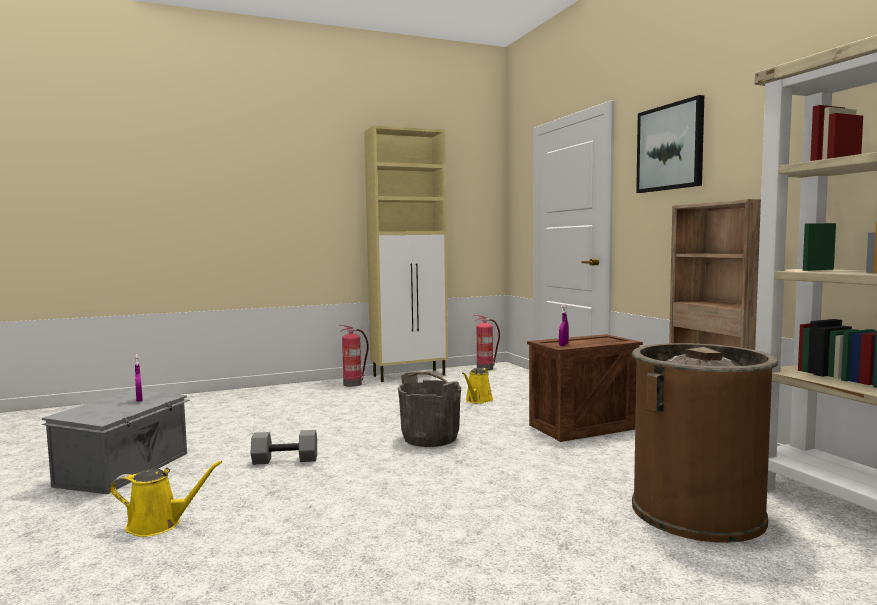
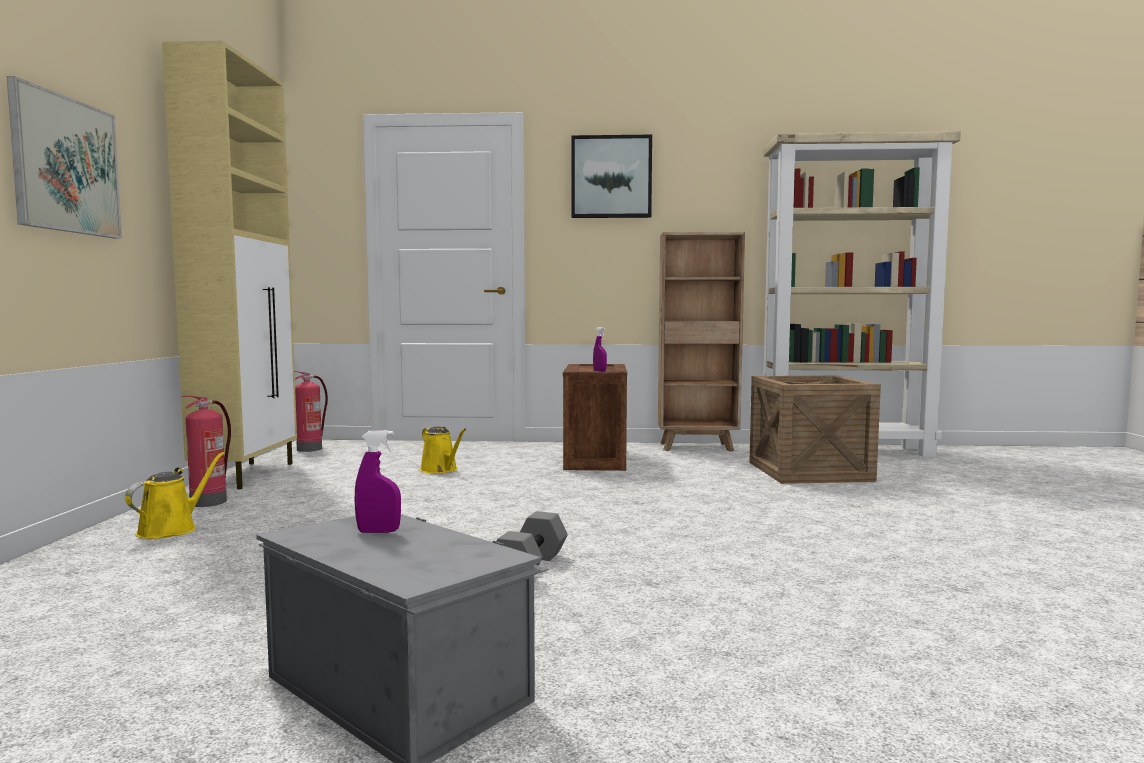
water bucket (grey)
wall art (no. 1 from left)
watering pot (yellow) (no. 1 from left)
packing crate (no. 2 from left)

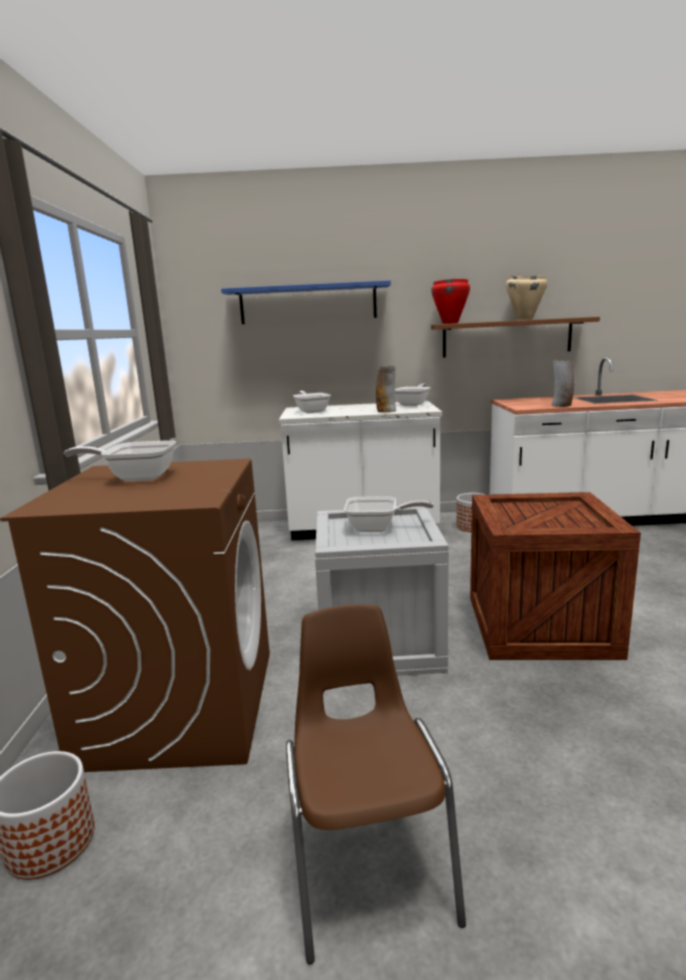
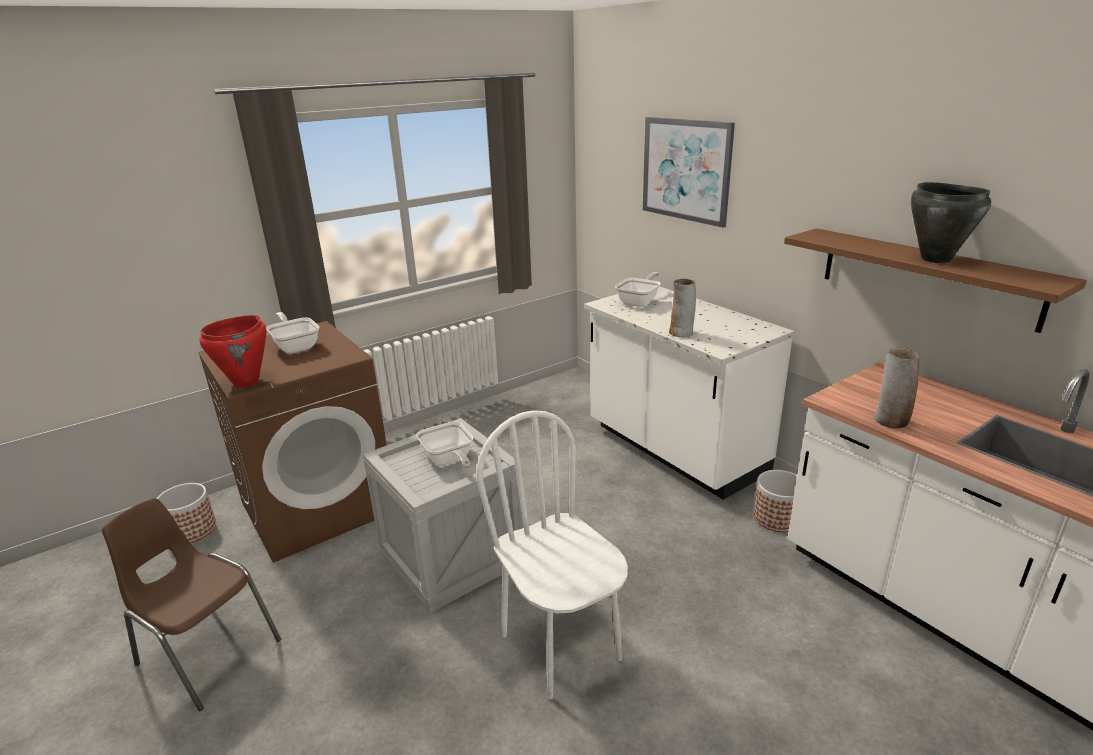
skillet (no. 4 from left in the first image)
saucepot (reddish)
wall art
chair (whitish)
saucepot (black-coloured)
chair (brown-coloured)

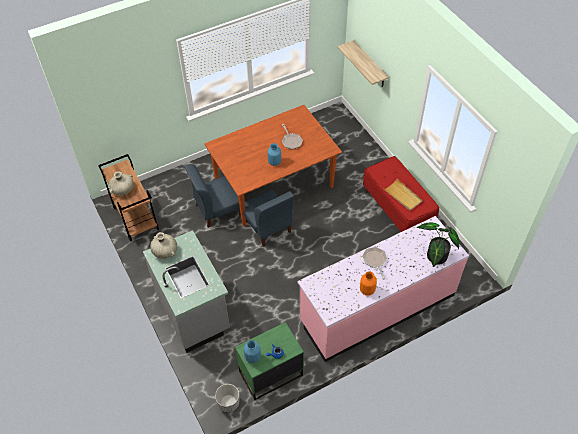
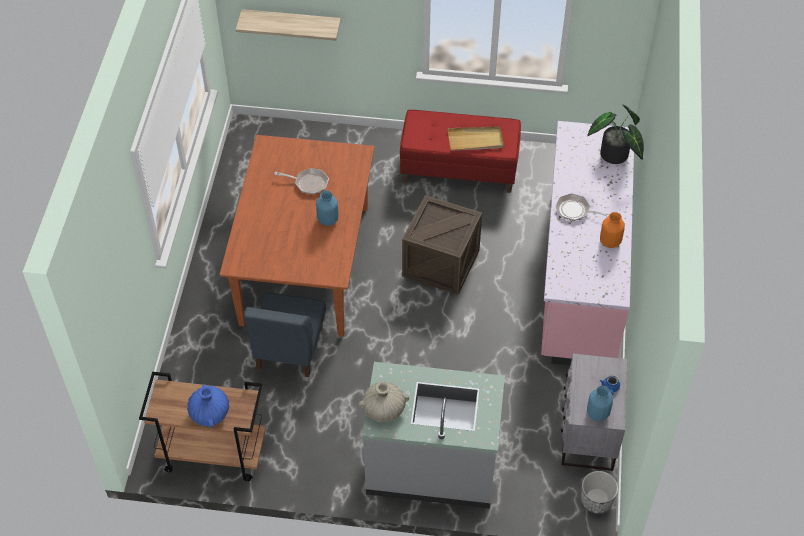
chair (blue) (no. 2 from left in the first image)
packing crate
vase (blue) (no. 1 from left)
night table (grey)

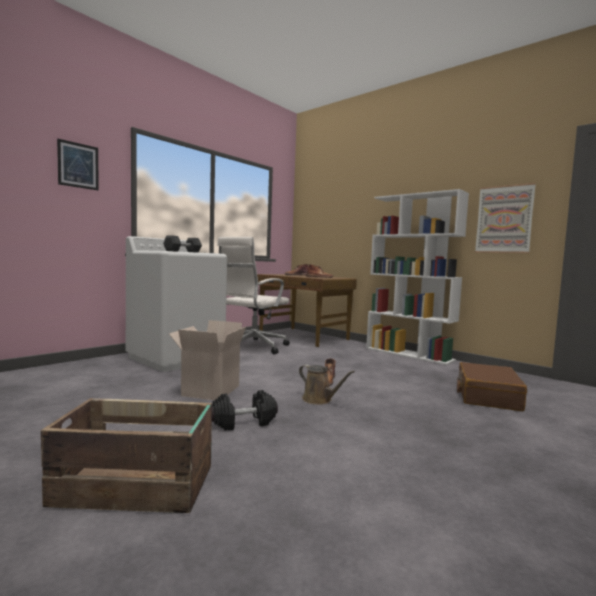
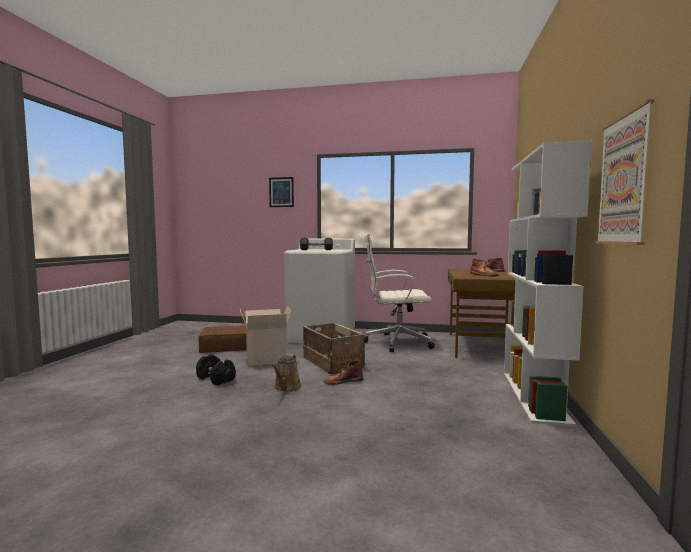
packing crate
piece of luggage (brown-coloured)

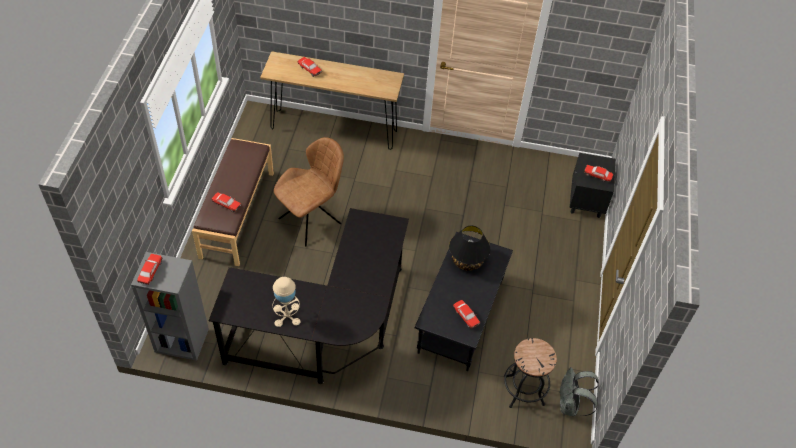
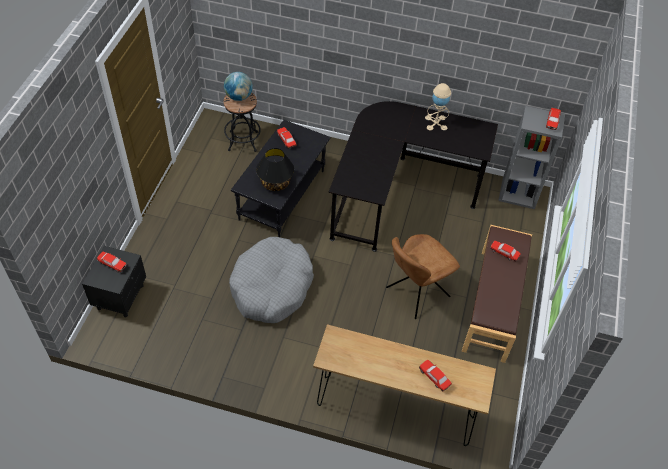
backpack (grey)
desk globe
dog cushion (grey)

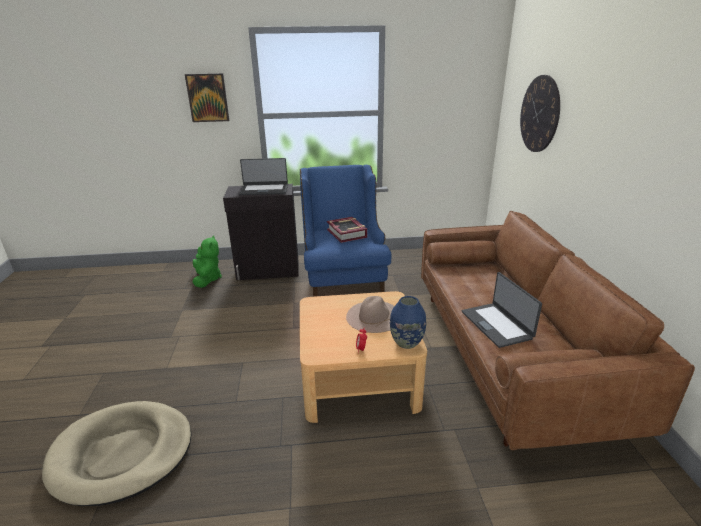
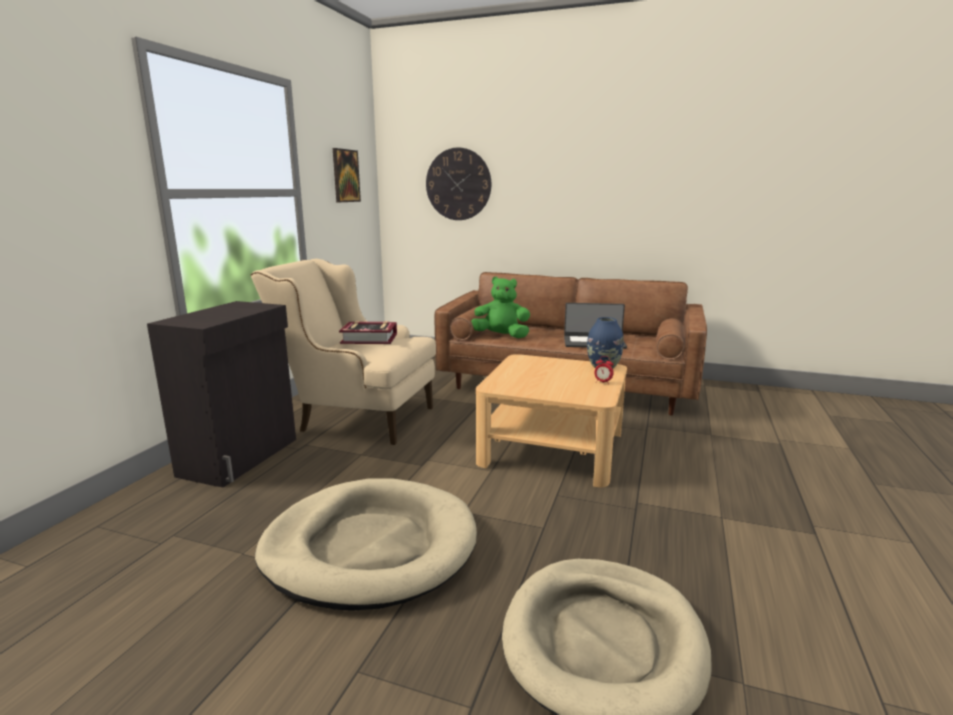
notebook computer (no. 1 from left in the first image)
wearable hat (beige-coloured)
dog cushion (beige-coloured) (no. 1 from left)
wall art
cuddly toy (green)
easy chair (beige-coloured)

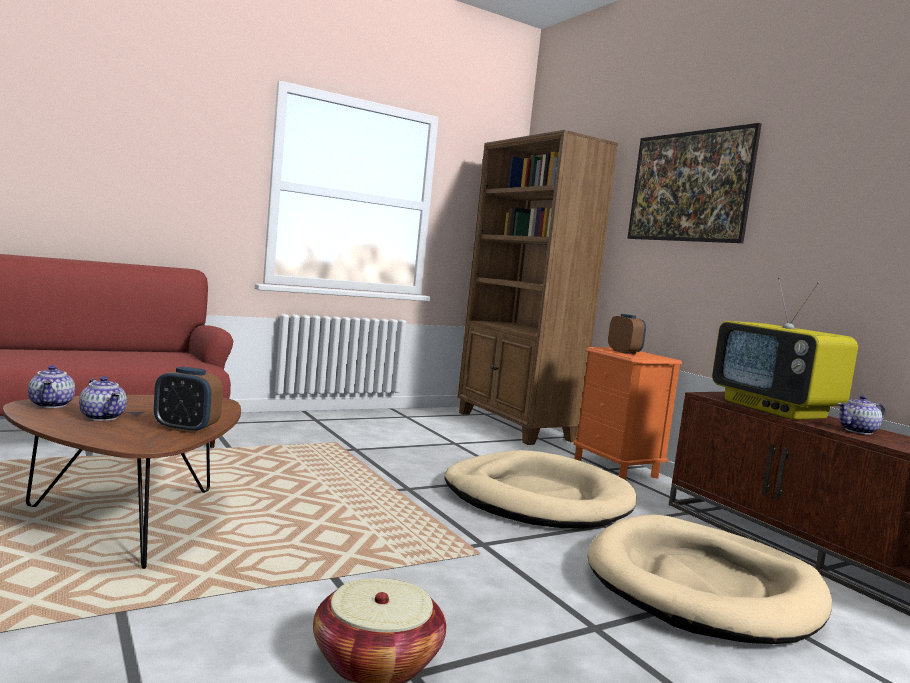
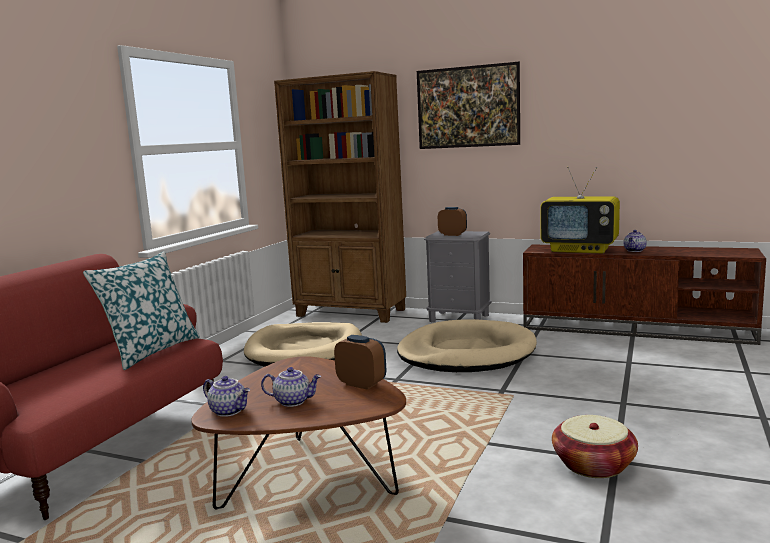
pillow
dog cushion (beige-coloured) (no. 1 from left)
night table (grey)
bedside clock (no. 1 from left)

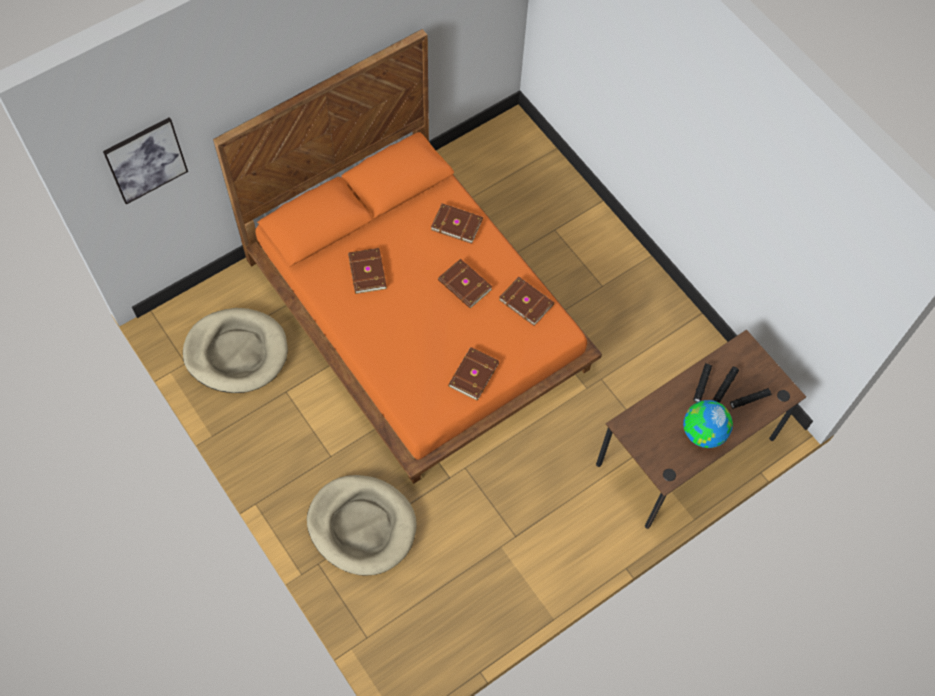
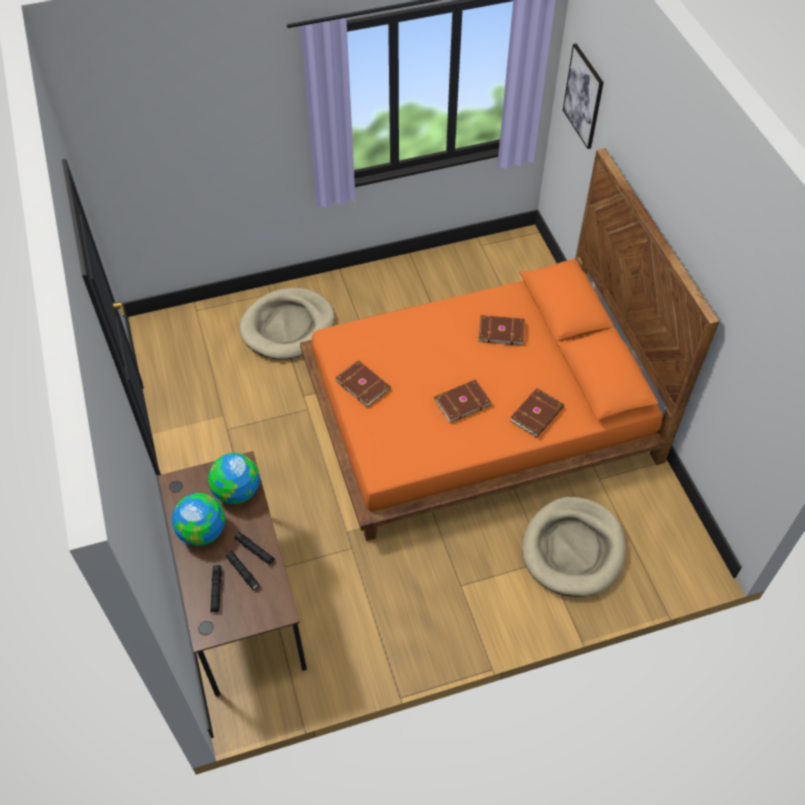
volume (brown-coloured) (no. 5 from left in the first image)
desk globe (no. 2 from left)
dog cushion (beige-coloured) (no. 2 from left)

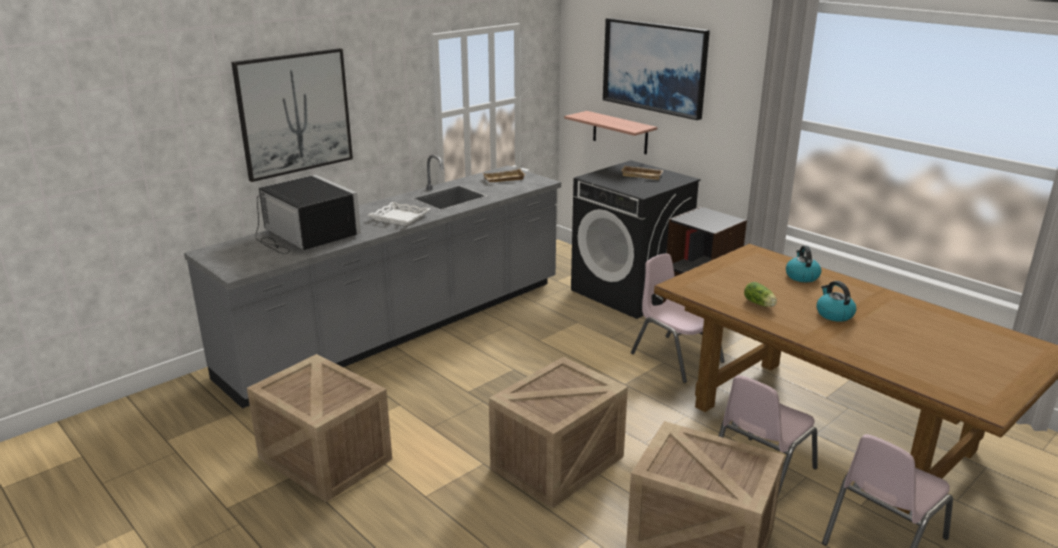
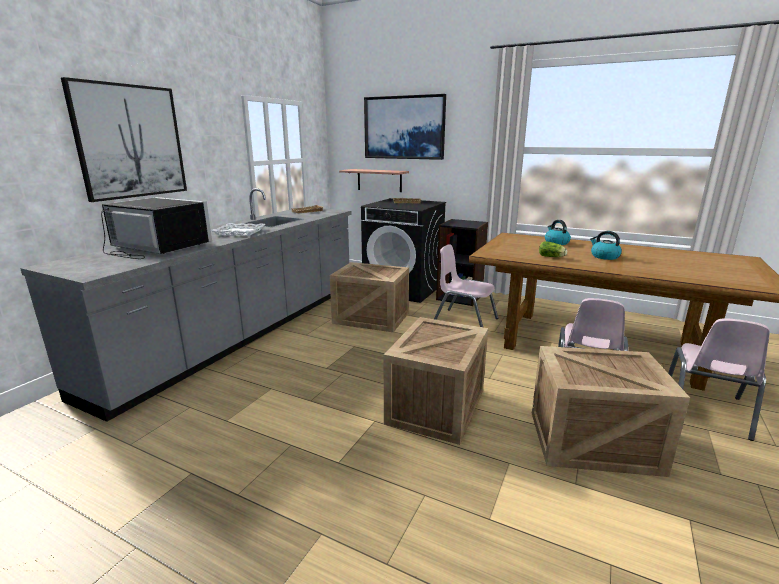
packing crate (no. 1 from left)

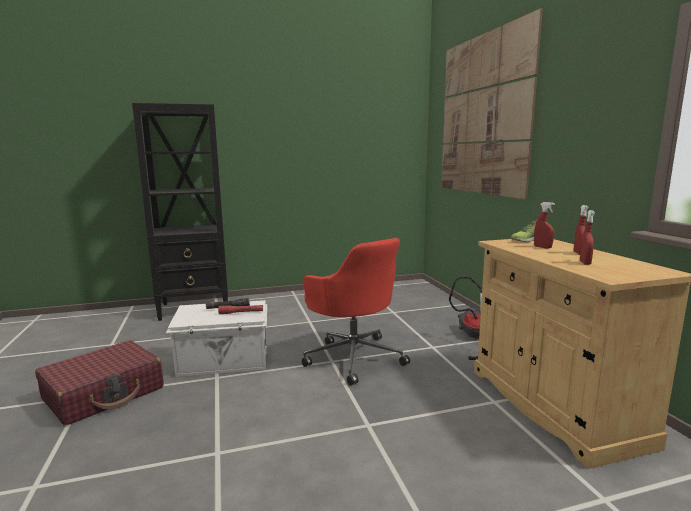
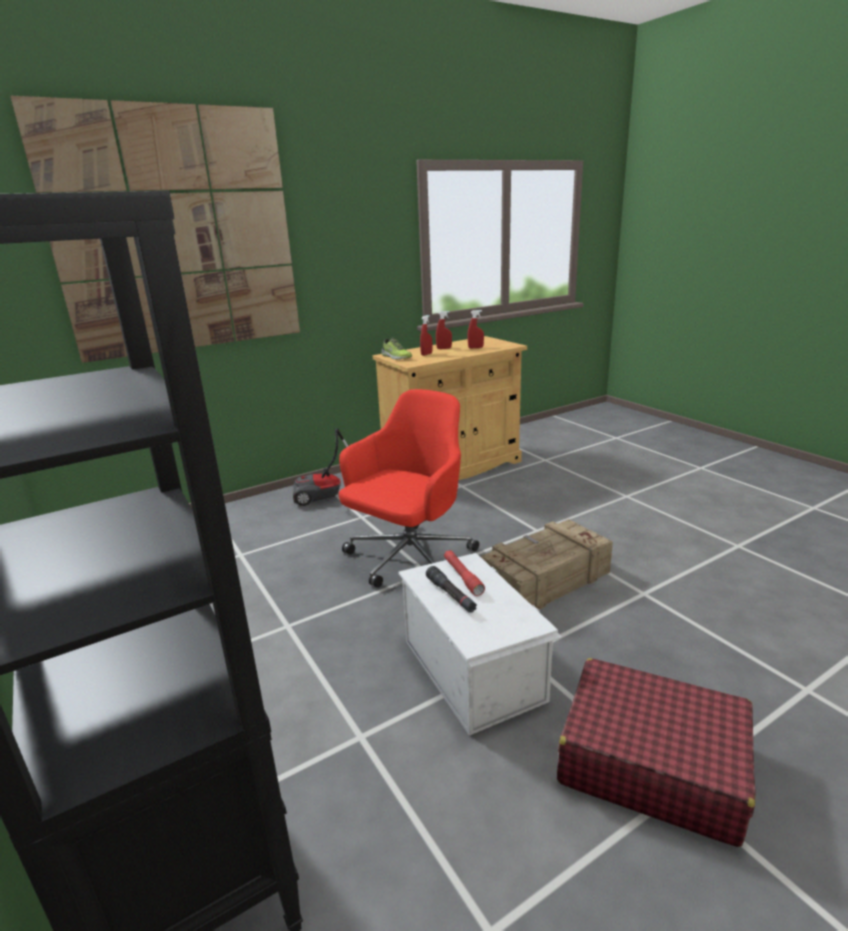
packing crate

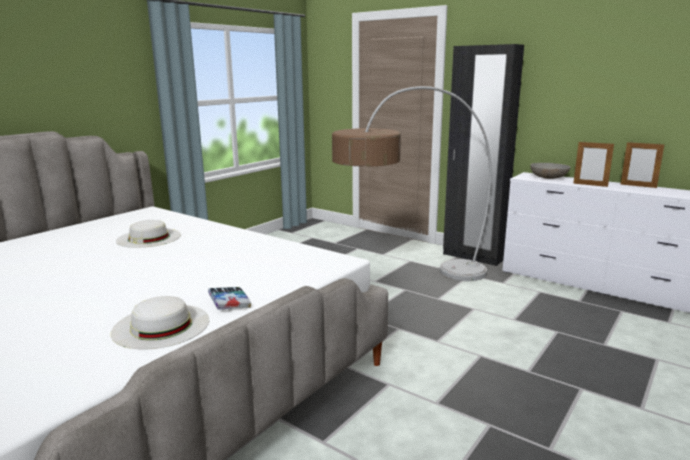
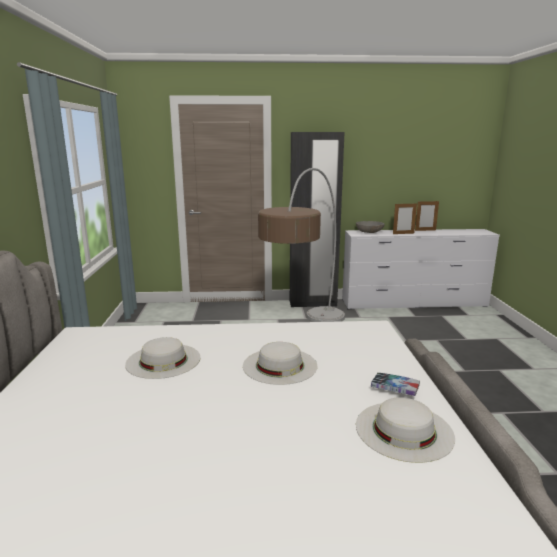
wearable hat (whitish) (no. 2 from left)

